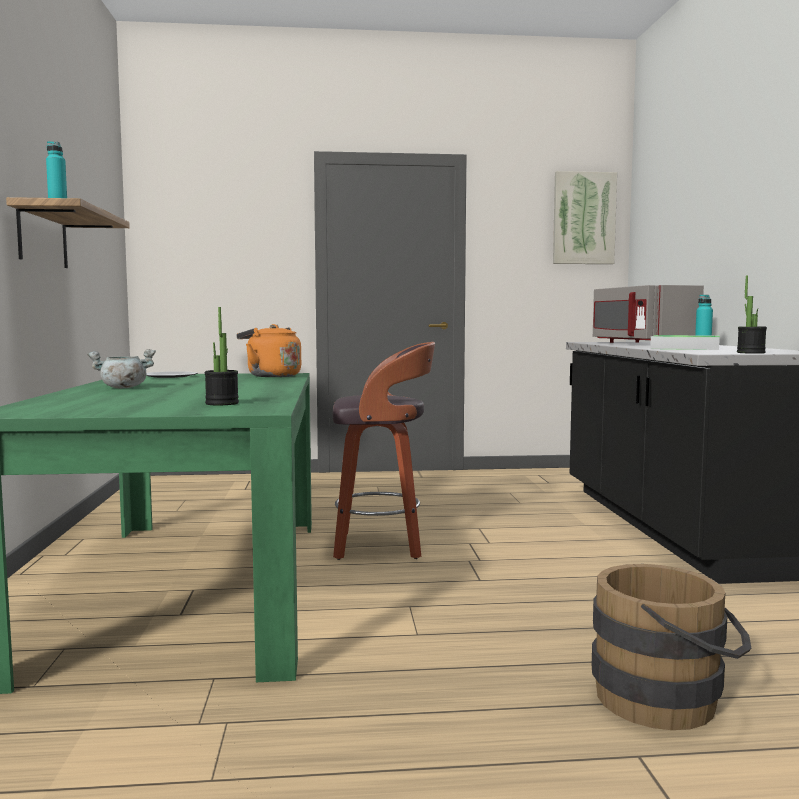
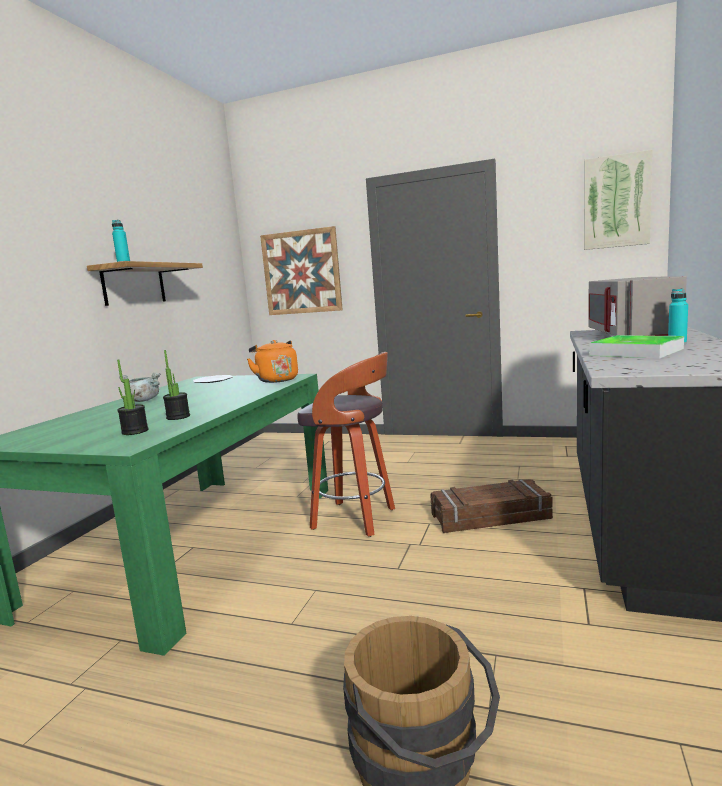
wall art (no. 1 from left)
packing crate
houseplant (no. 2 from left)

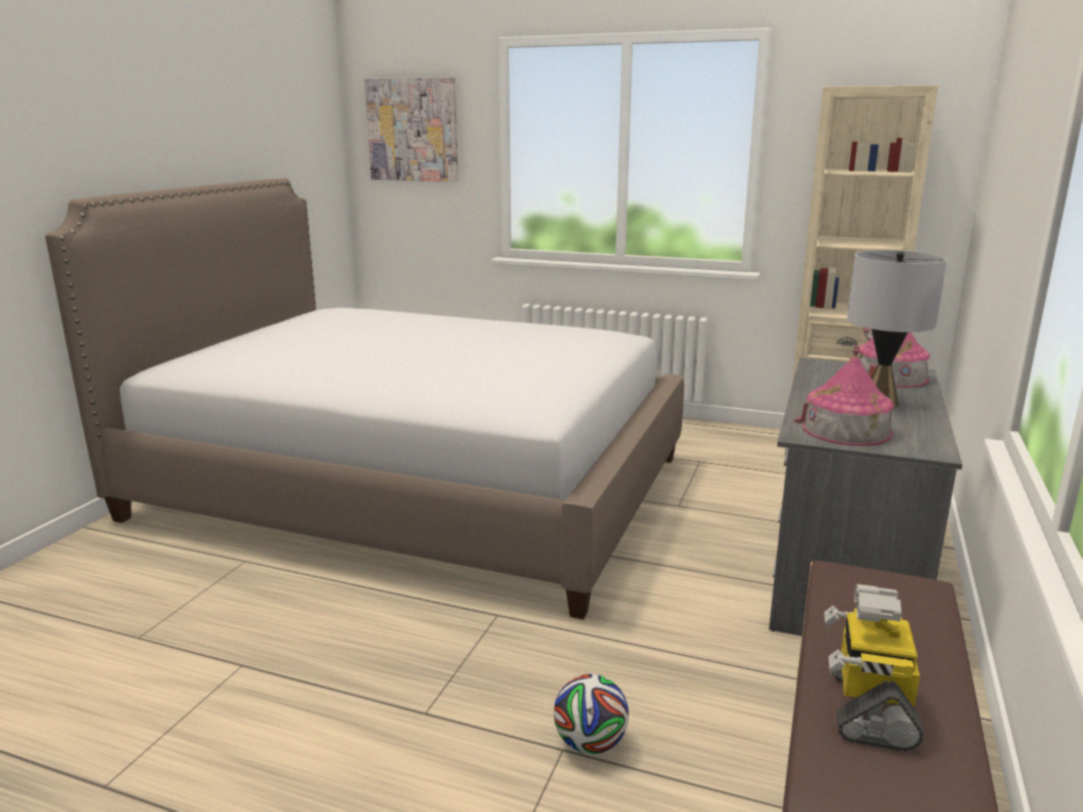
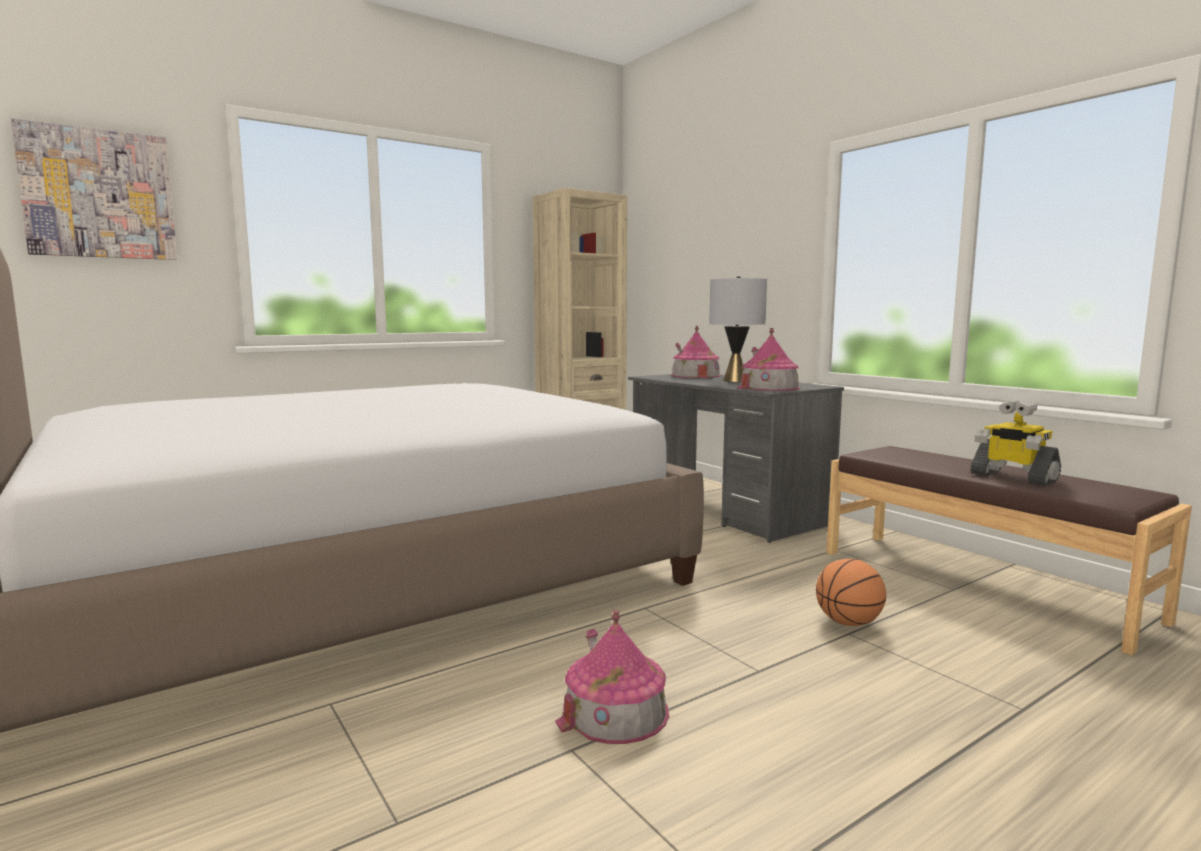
model house (no. 1 from left)
basketball

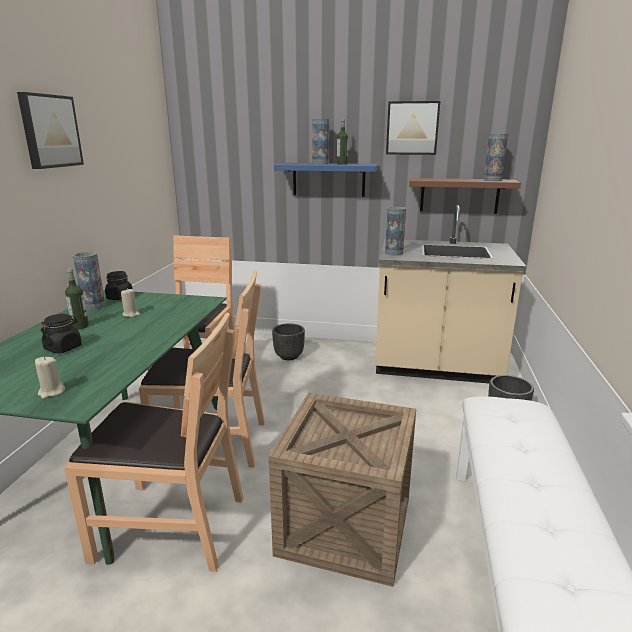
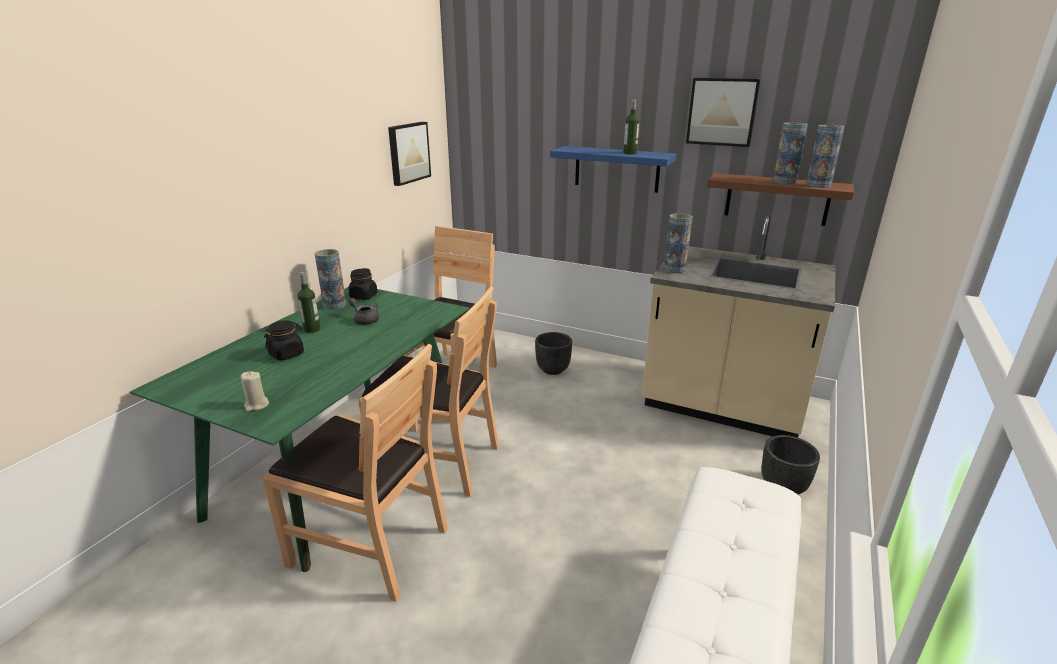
packing crate
wall art (no. 1 from left)
vase (no. 3 from left)
teapot (grey)

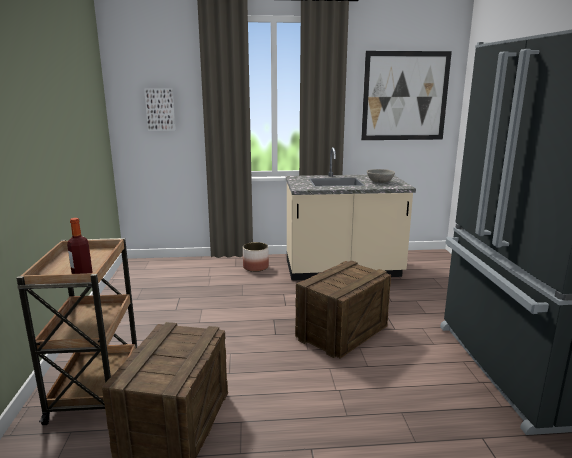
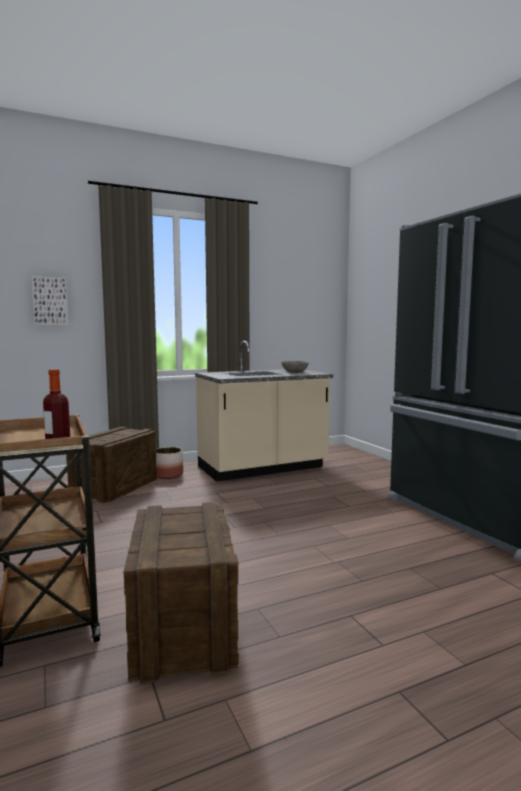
wall art (no. 2 from left in the first image)
packing crate (no. 1 from left)

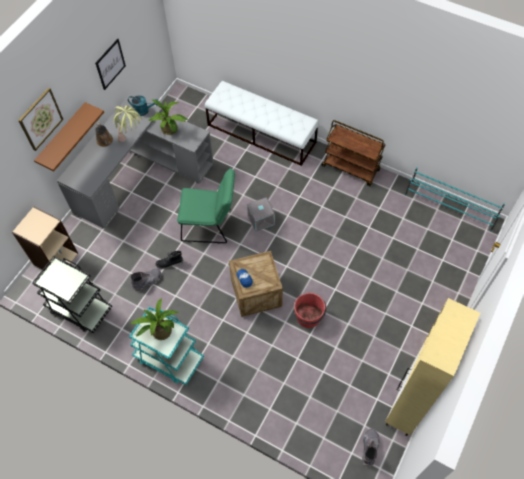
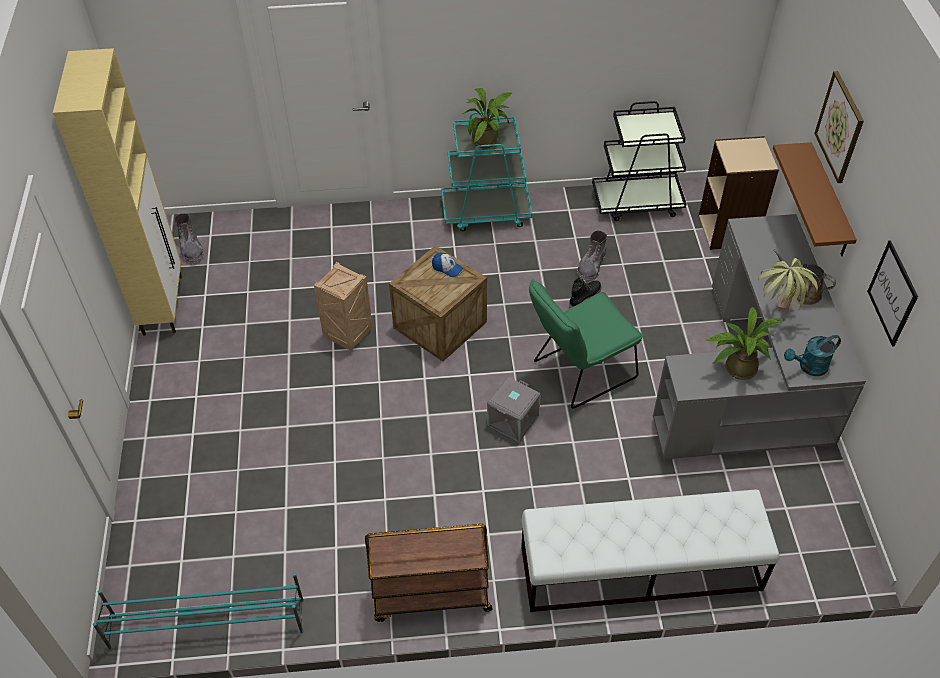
packing crate (no. 1 from left)

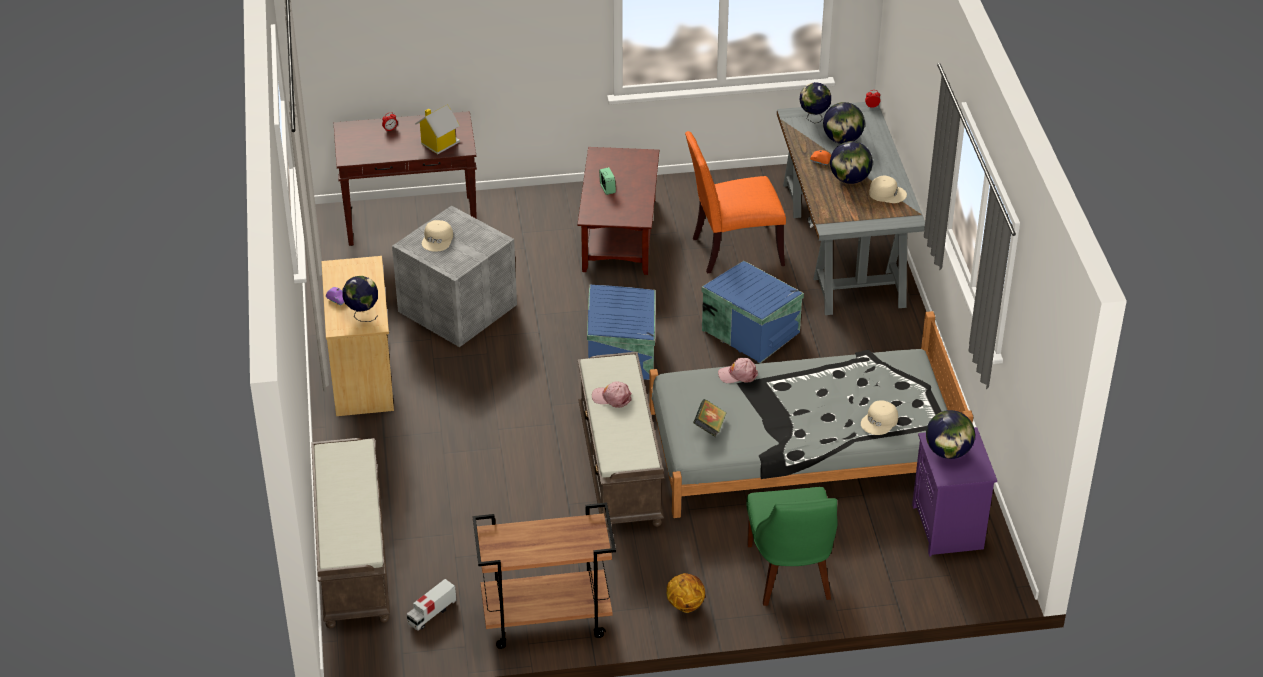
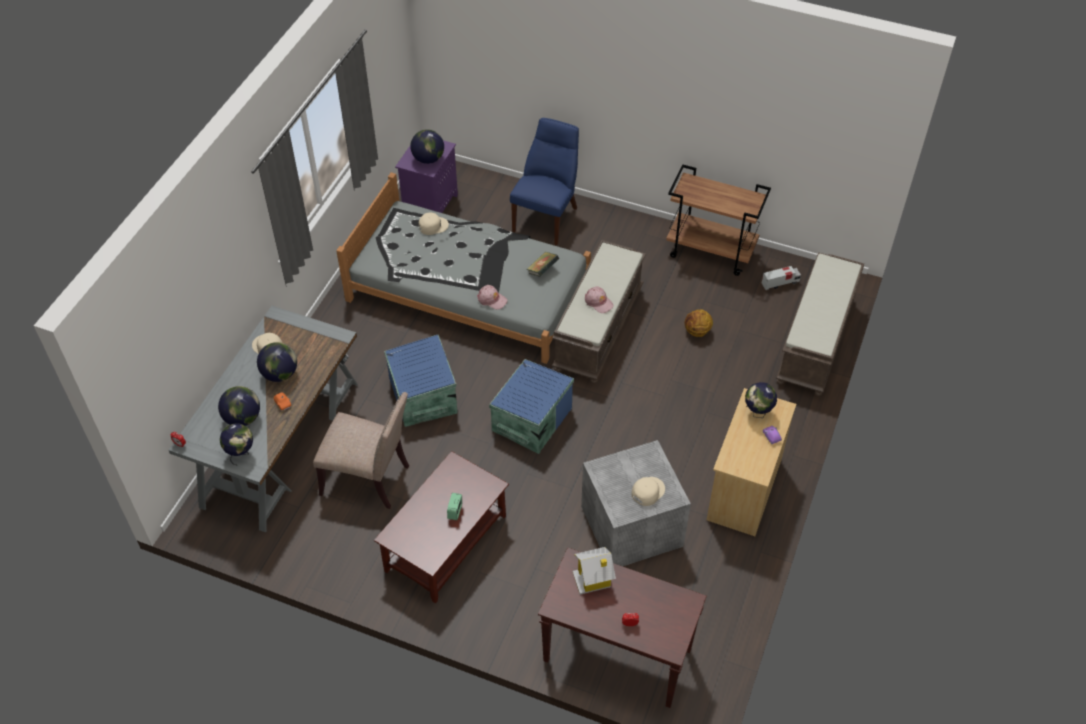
basketball
chair (beige-coloured)
chair (blue)

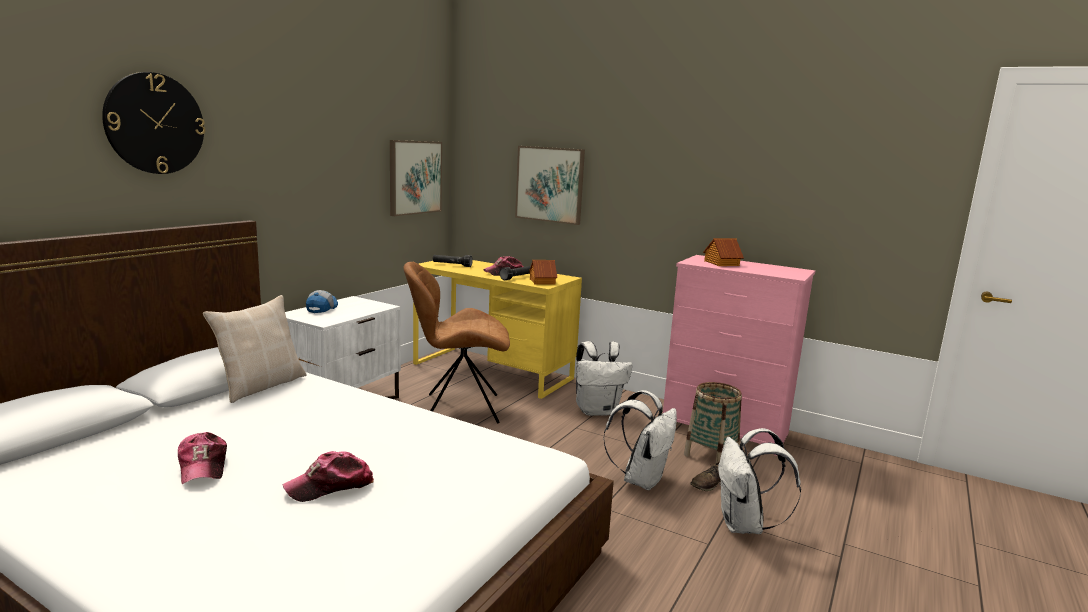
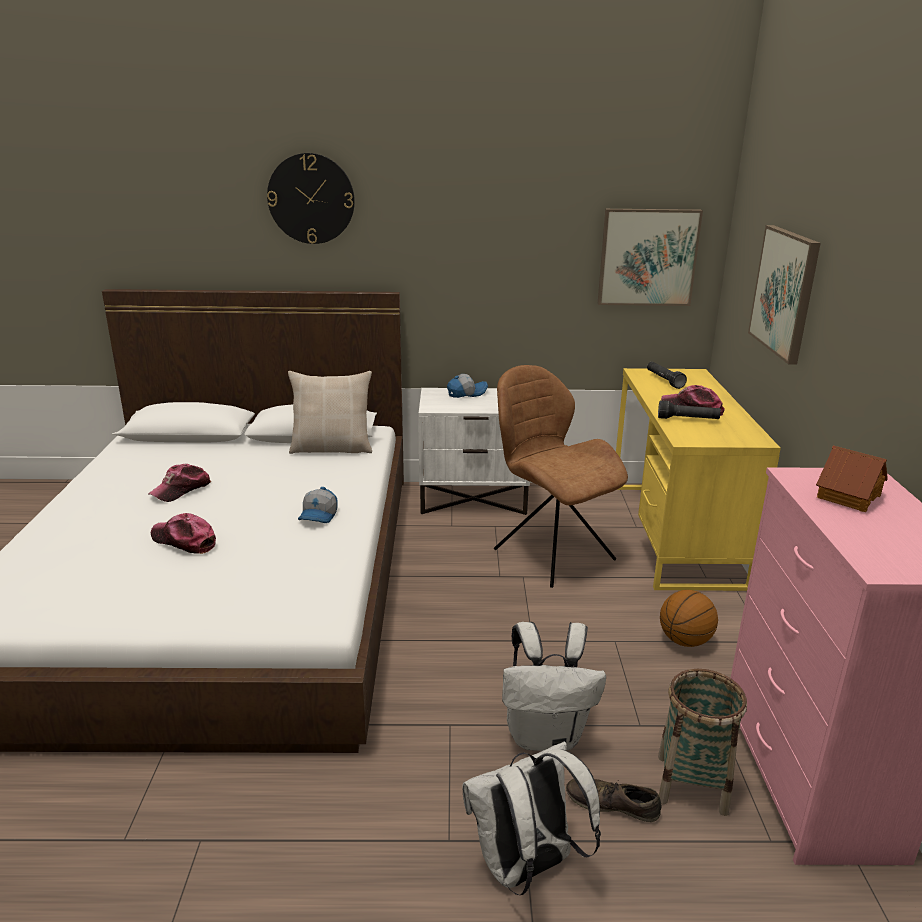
model house (no. 1 from left in the first image)
baseball cap (no. 3 from left)
basketball

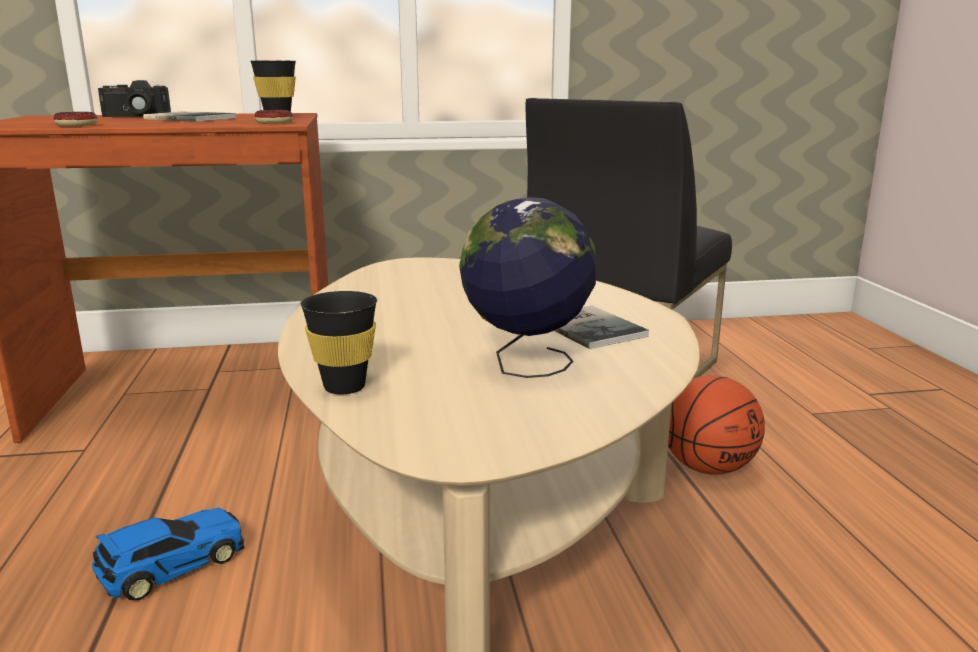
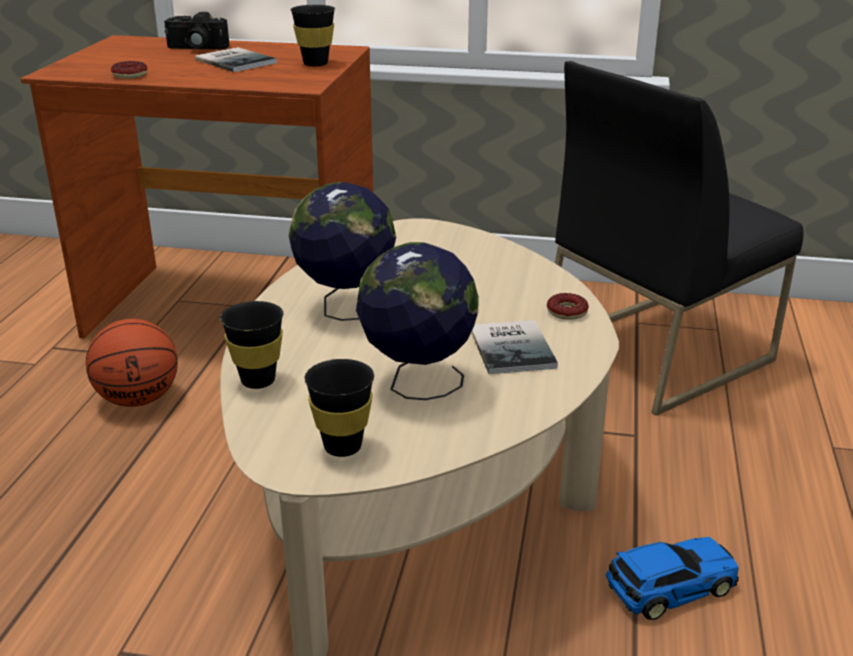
desk globe (no. 1 from left)
small cup (black-coloured) (no. 3 from left)
miniature car
ring doughnut (no. 2 from left)
basketball

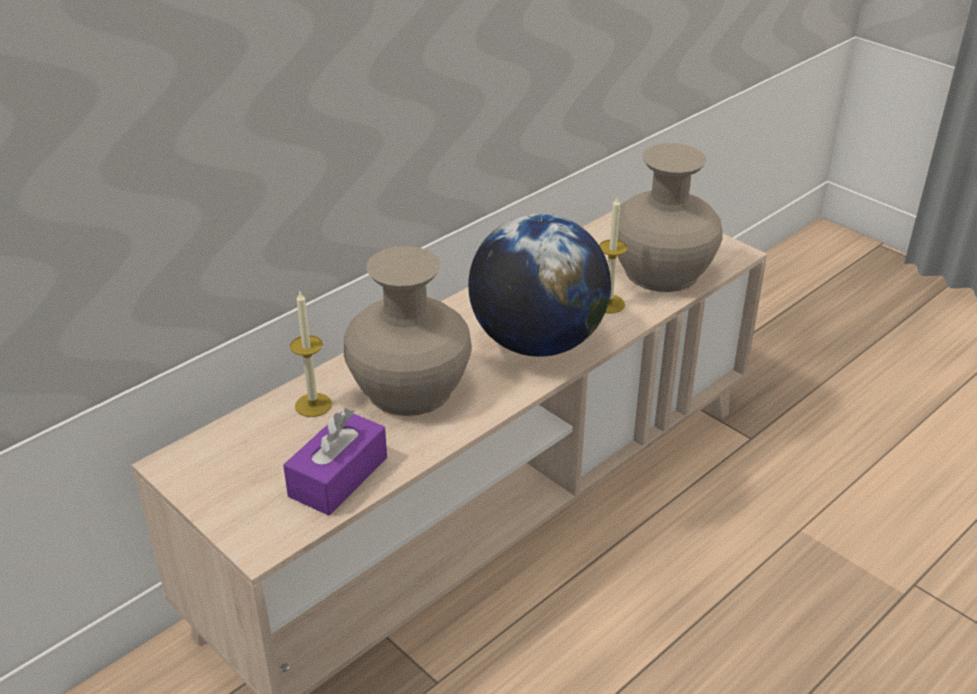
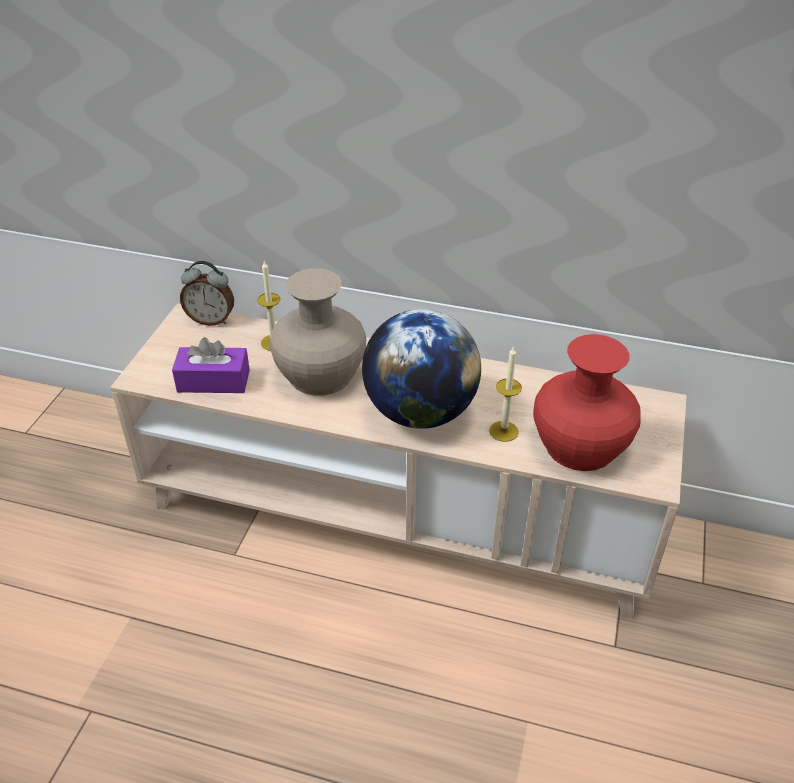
bedside clock
vase (reddish)

